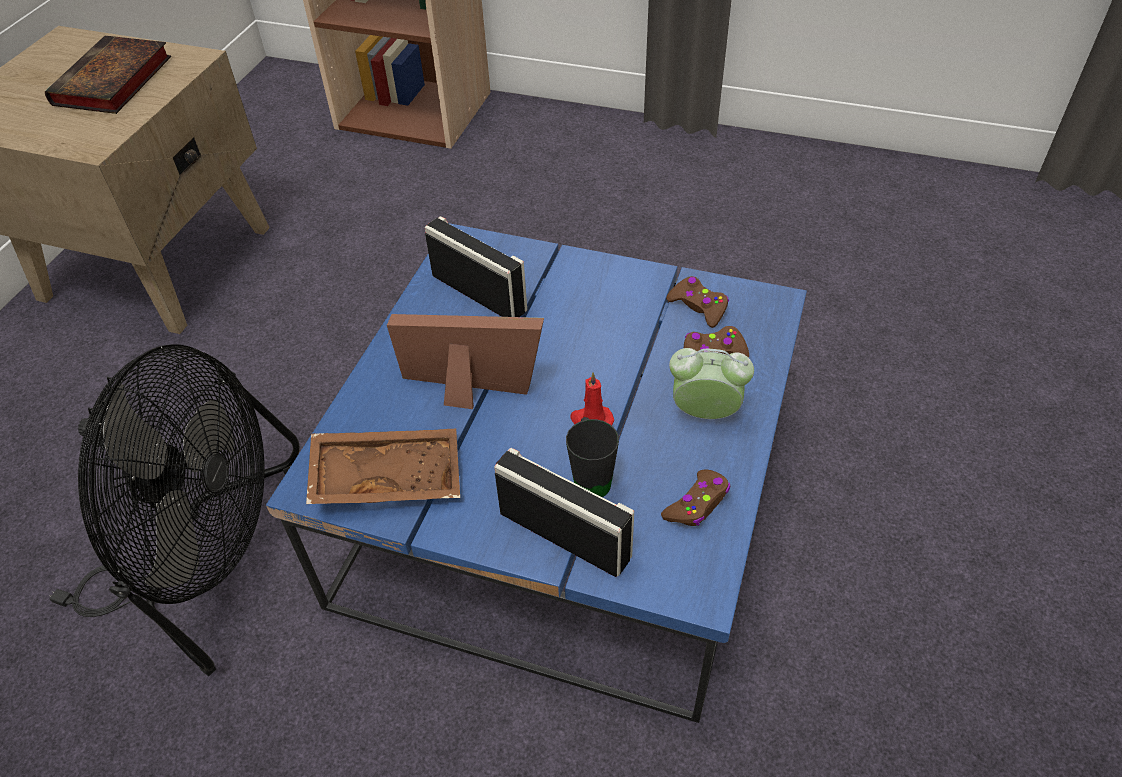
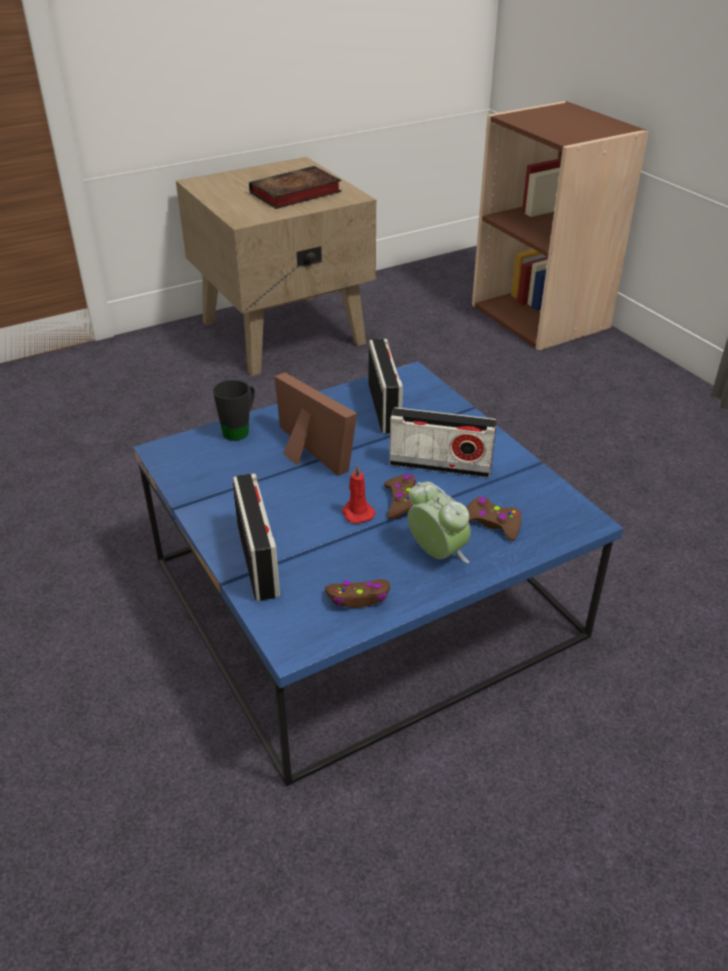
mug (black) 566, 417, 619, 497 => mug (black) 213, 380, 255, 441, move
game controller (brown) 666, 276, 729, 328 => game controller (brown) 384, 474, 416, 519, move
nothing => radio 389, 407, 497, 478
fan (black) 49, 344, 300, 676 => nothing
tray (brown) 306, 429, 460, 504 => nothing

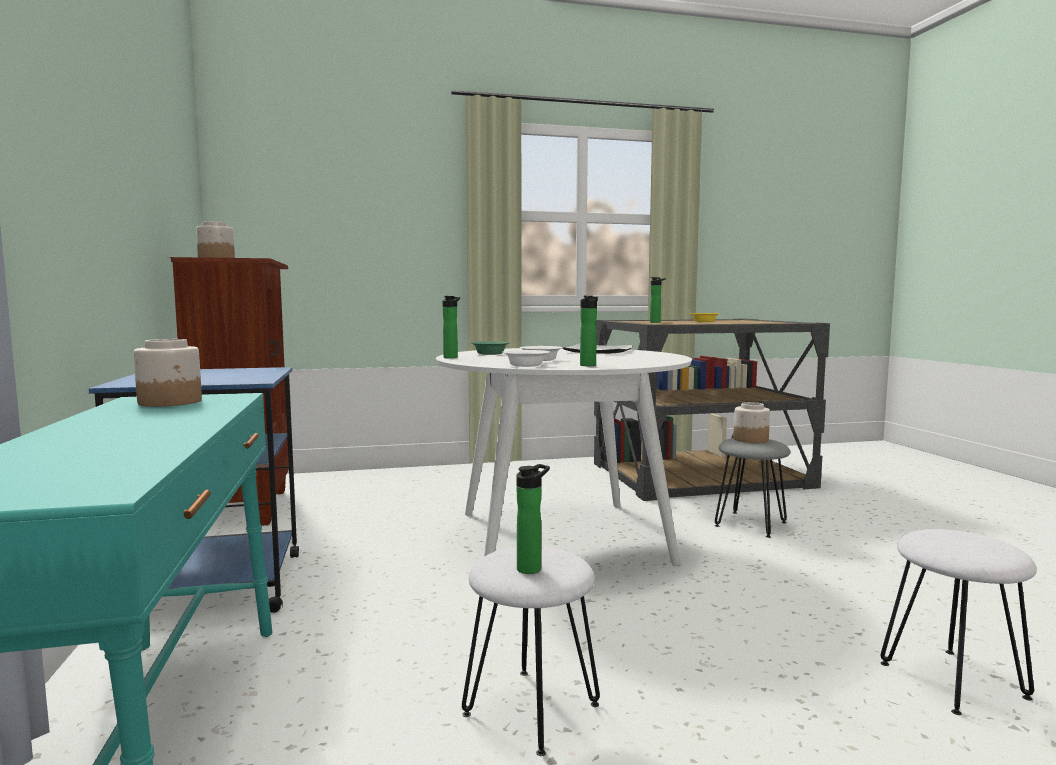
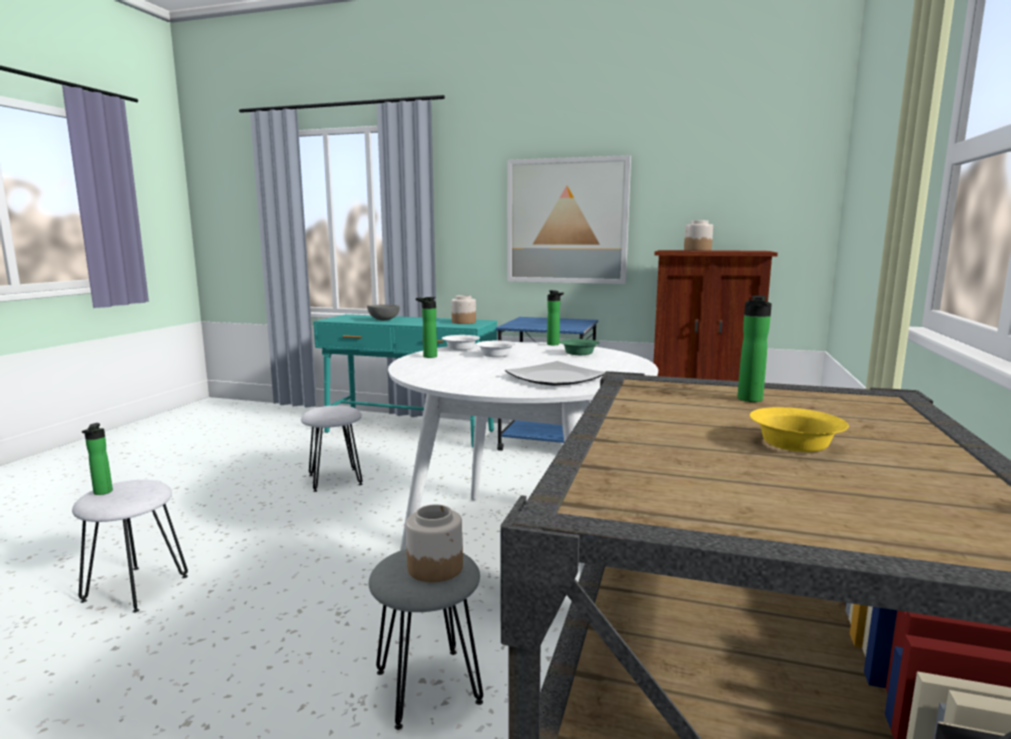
bottle 517, 464, 550, 574 => bottle 82, 423, 113, 495, move
nothing => bowl (grey) 367, 304, 399, 320
nothing => picture 507, 155, 631, 284

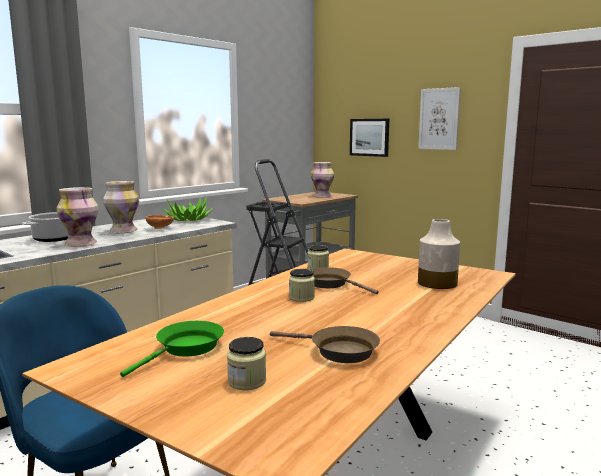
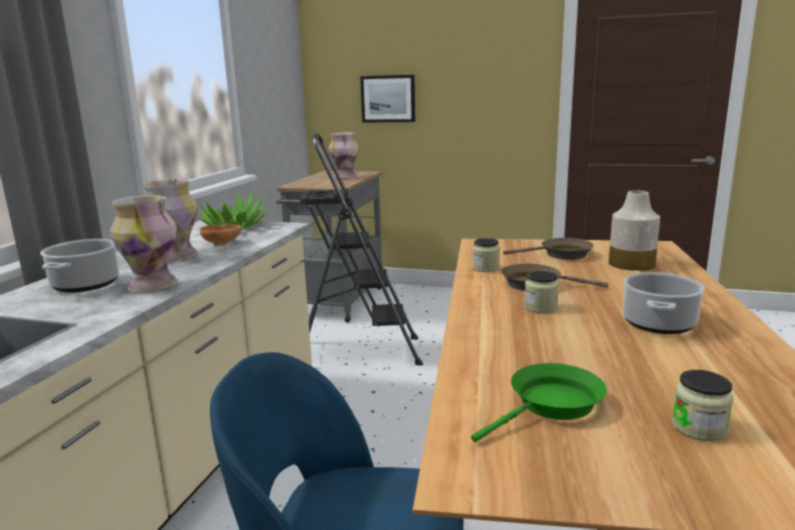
frying pan (green) 120, 321, 224, 377 => frying pan (green) 471, 363, 607, 442, 45 degrees clockwise
frying pan (brown) 270, 326, 380, 363 => frying pan (brown) 503, 238, 594, 260, move
nothing => cooking pot 623, 272, 705, 334
picture 418, 87, 461, 150 => nothing

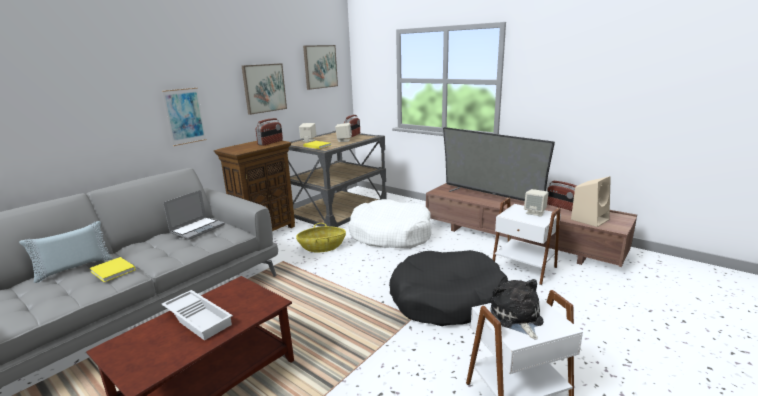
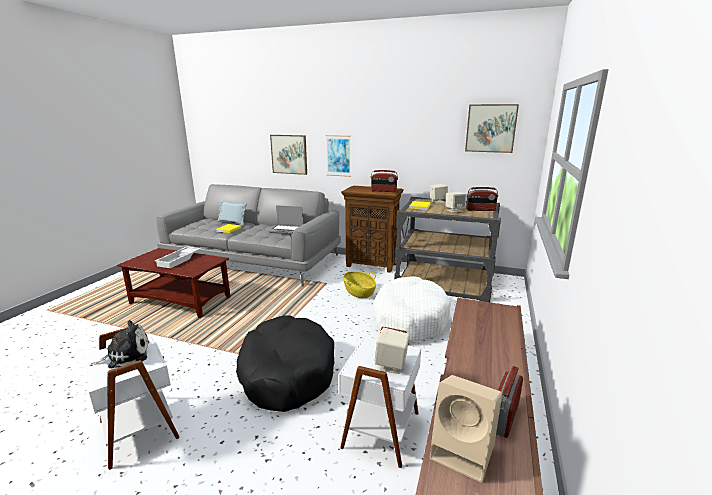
picture 242, 63, 287, 115 => picture 270, 135, 307, 175, move
television 443, 127, 555, 201 => nothing

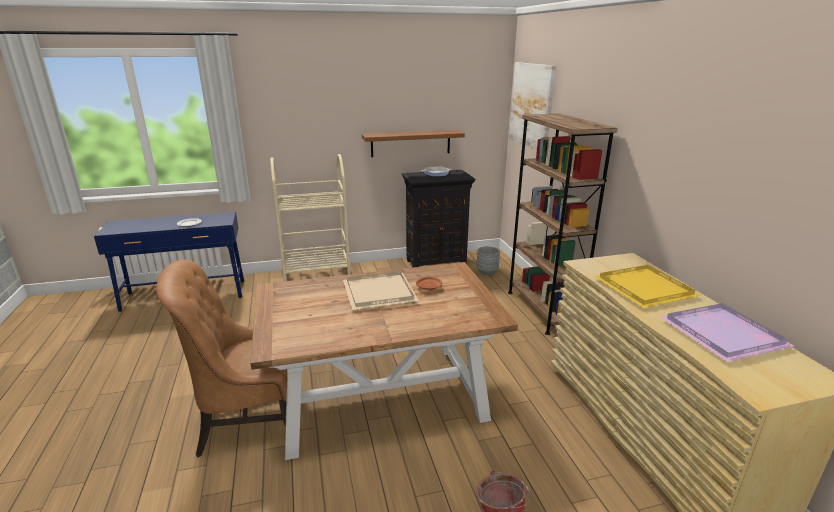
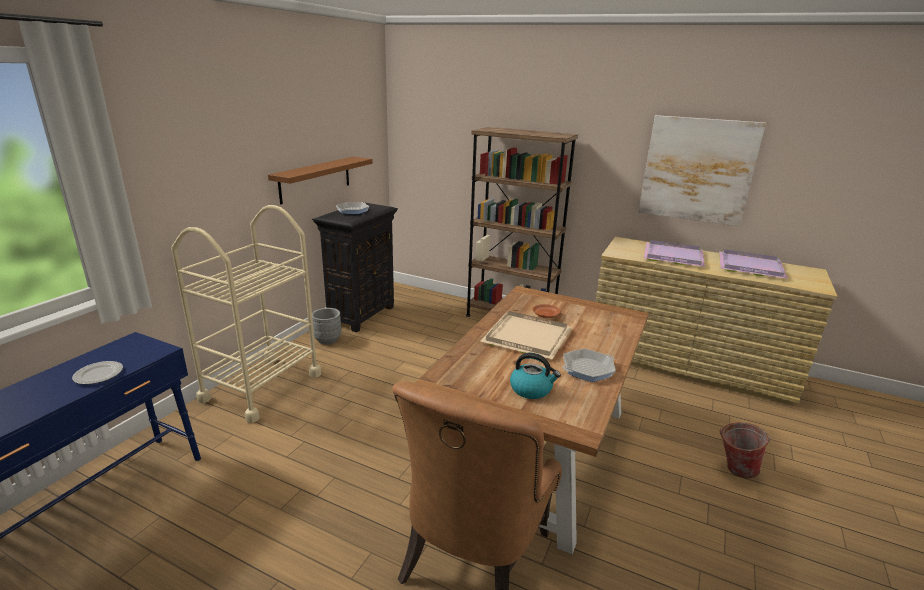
planter (grey) 477, 246, 500, 275 => planter (grey) 312, 308, 342, 344, move
nothing => kettle 510, 353, 561, 399
nothing => frying pan 562, 349, 616, 382
picture 509, 62, 556, 150 => picture 638, 115, 766, 226, move
tray (yellow) 594, 265, 701, 308 => tray (purple) 643, 240, 705, 267

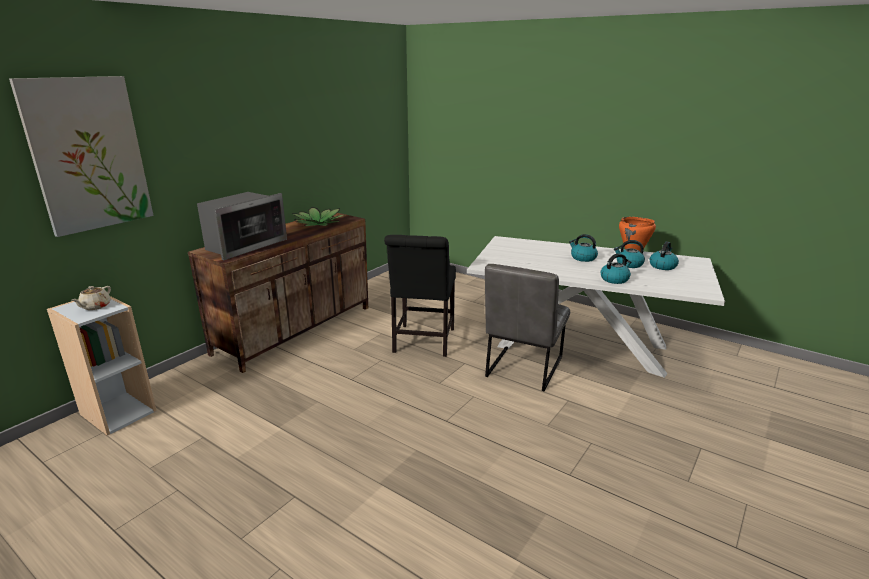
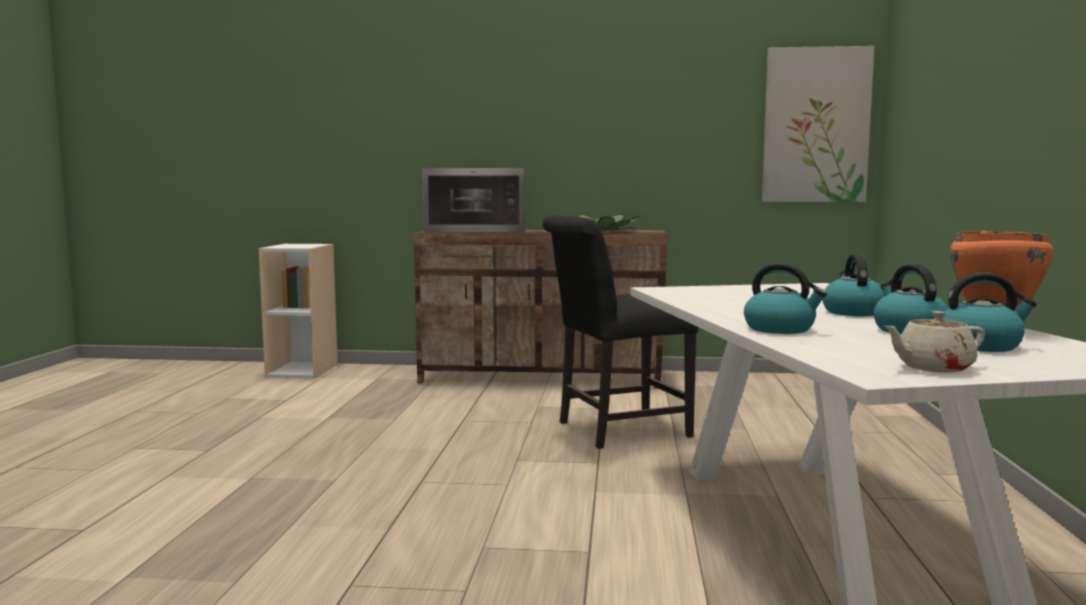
picture 9, 76, 154, 237 => picture 762, 46, 874, 202, move
teapot (beige) 72, 286, 111, 310 => teapot (beige) 884, 311, 985, 373, move
chair (grey) 485, 264, 570, 391 => nothing

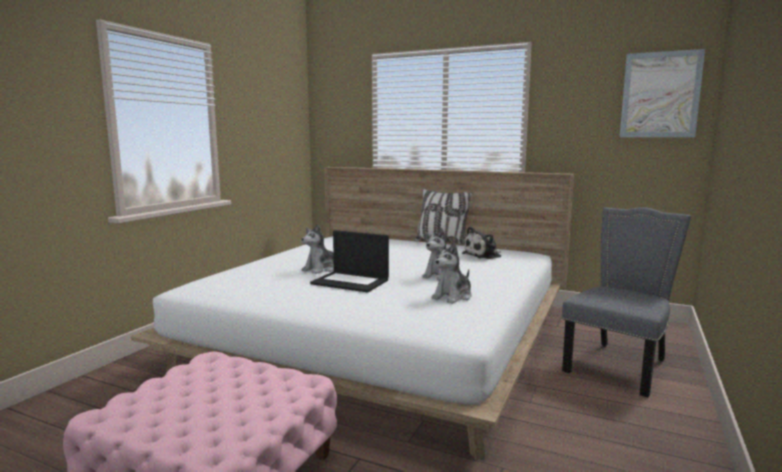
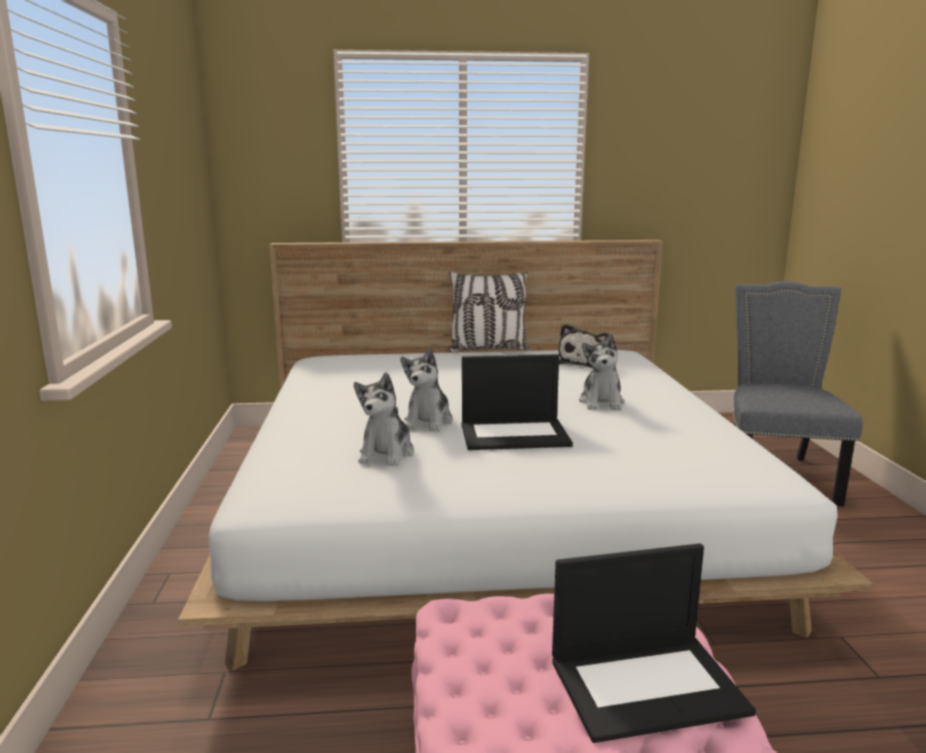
plush toy 431, 242, 472, 304 => plush toy 354, 372, 414, 466, move
nothing => laptop 552, 543, 756, 743
picture 620, 49, 705, 137 => nothing

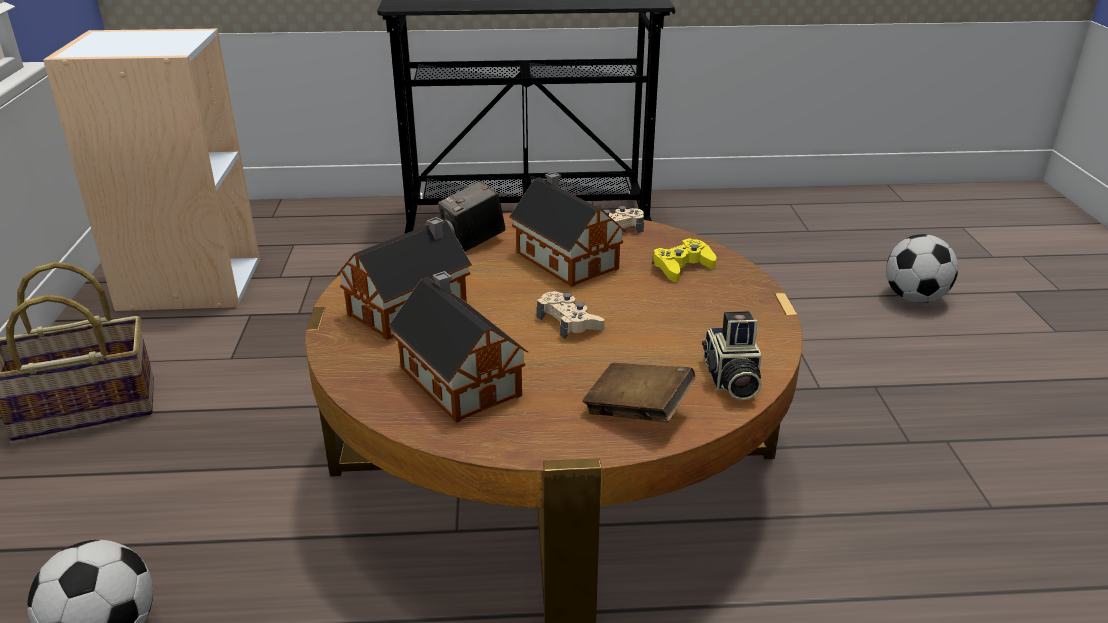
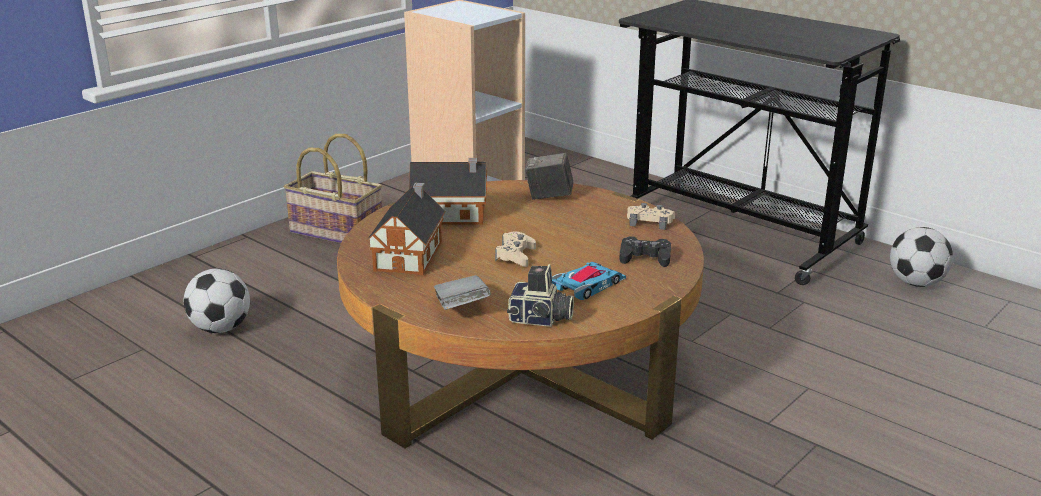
book (brown) 582, 363, 695, 422 => book (grey) 434, 275, 490, 310
photo camera 702, 311, 762, 400 => photo camera 507, 264, 574, 327, 120 degrees counterclockwise
nothing => toy car 552, 262, 626, 300
game controller (yellow) 652, 238, 717, 282 => game controller (black) 619, 236, 671, 267
football 886, 234, 958, 303 => football 890, 227, 953, 287, move
toy house 509, 172, 626, 287 => nothing

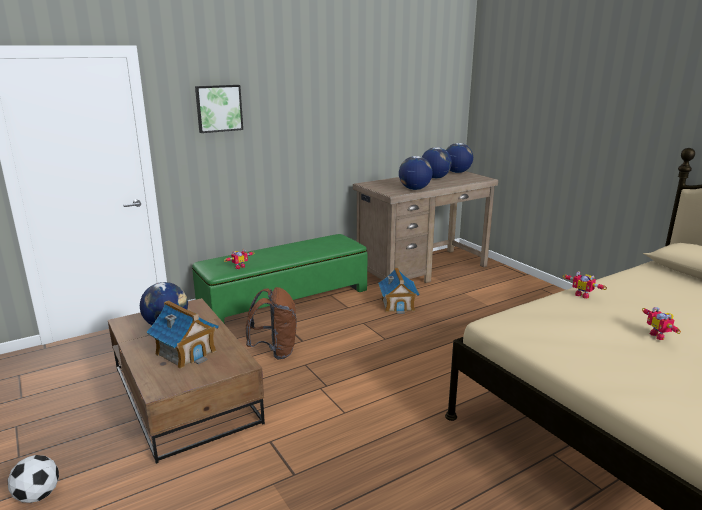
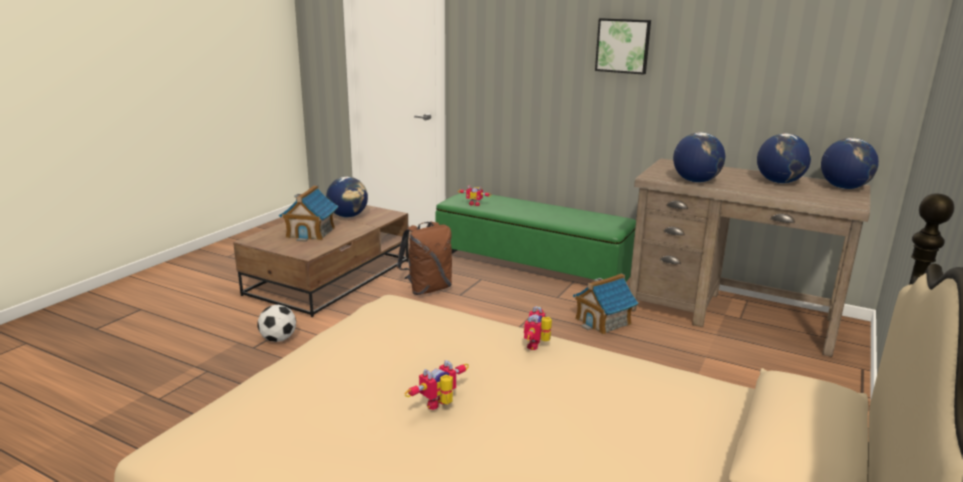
football 8, 455, 59, 503 => football 257, 305, 296, 342, move
picture 195, 85, 243, 133 => picture 595, 18, 651, 75, move

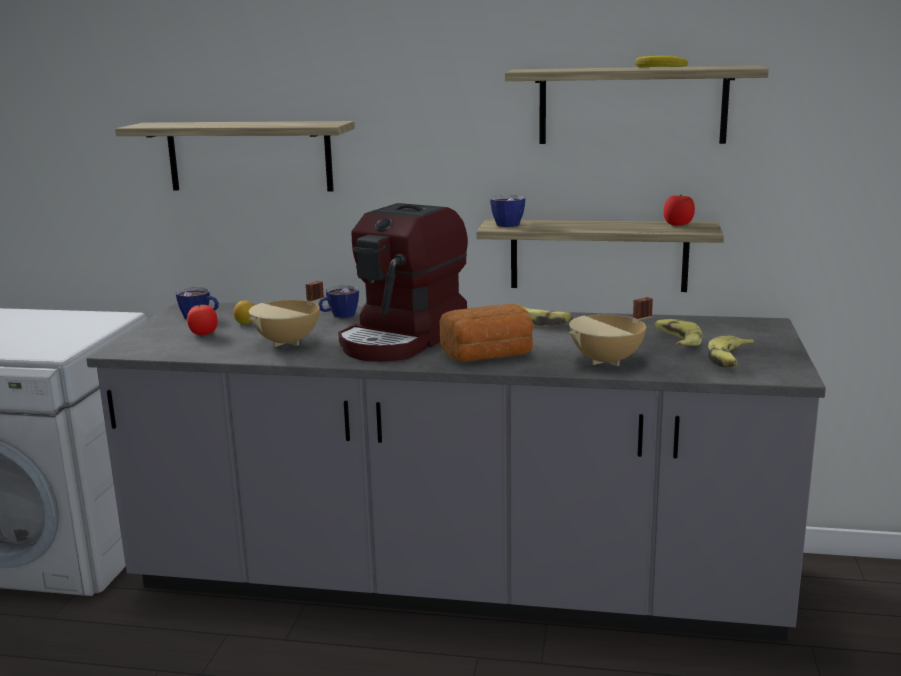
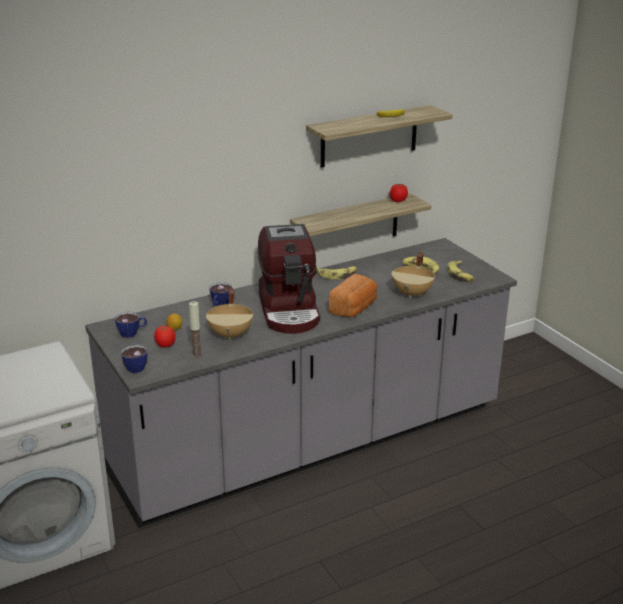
cup 490, 195, 526, 227 => cup 121, 345, 147, 373, move
nothing => candle 189, 301, 202, 358
shelf 115, 121, 355, 191 => nothing

